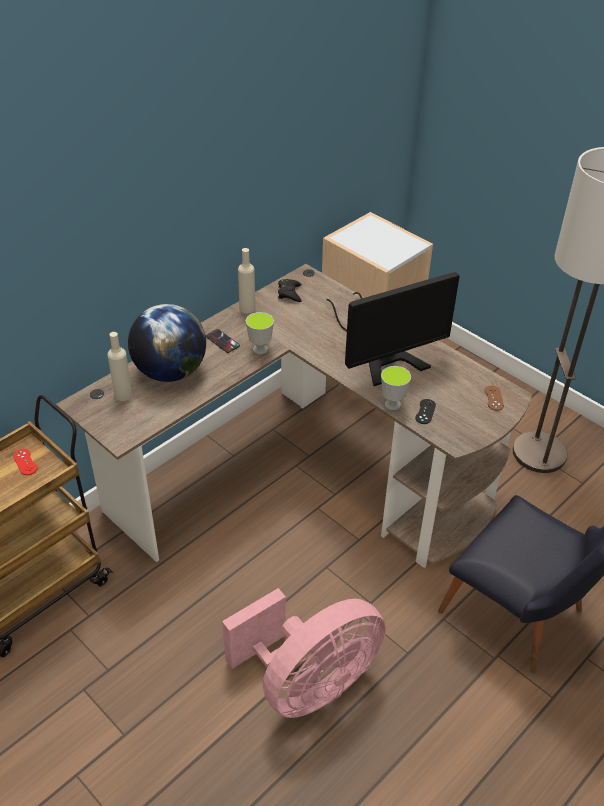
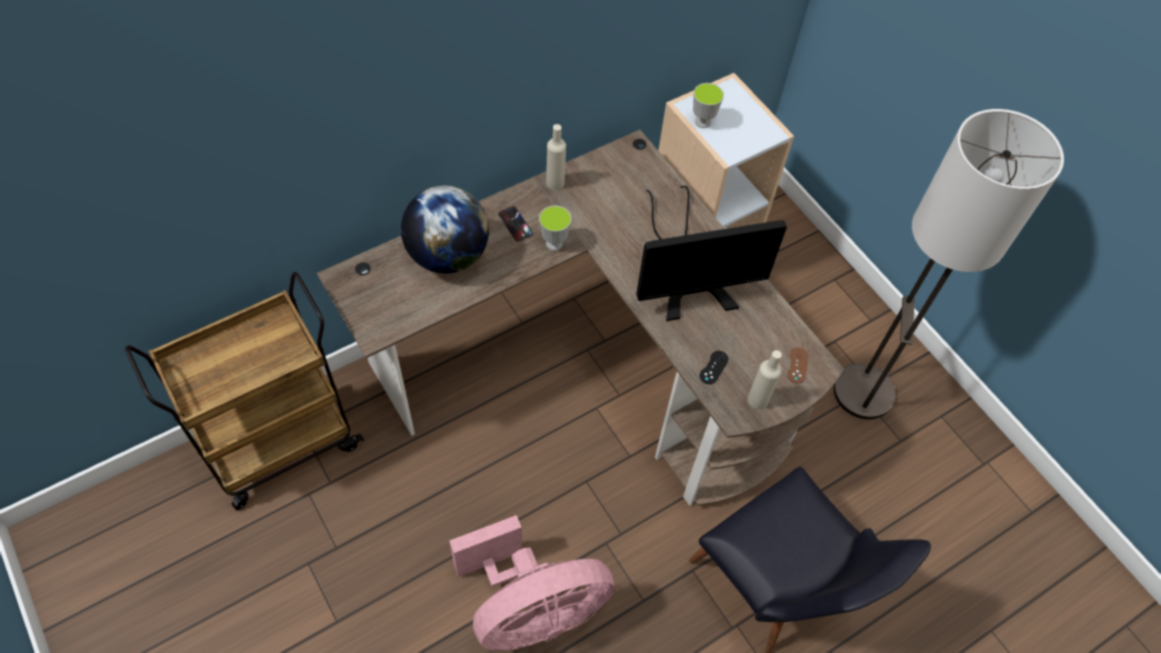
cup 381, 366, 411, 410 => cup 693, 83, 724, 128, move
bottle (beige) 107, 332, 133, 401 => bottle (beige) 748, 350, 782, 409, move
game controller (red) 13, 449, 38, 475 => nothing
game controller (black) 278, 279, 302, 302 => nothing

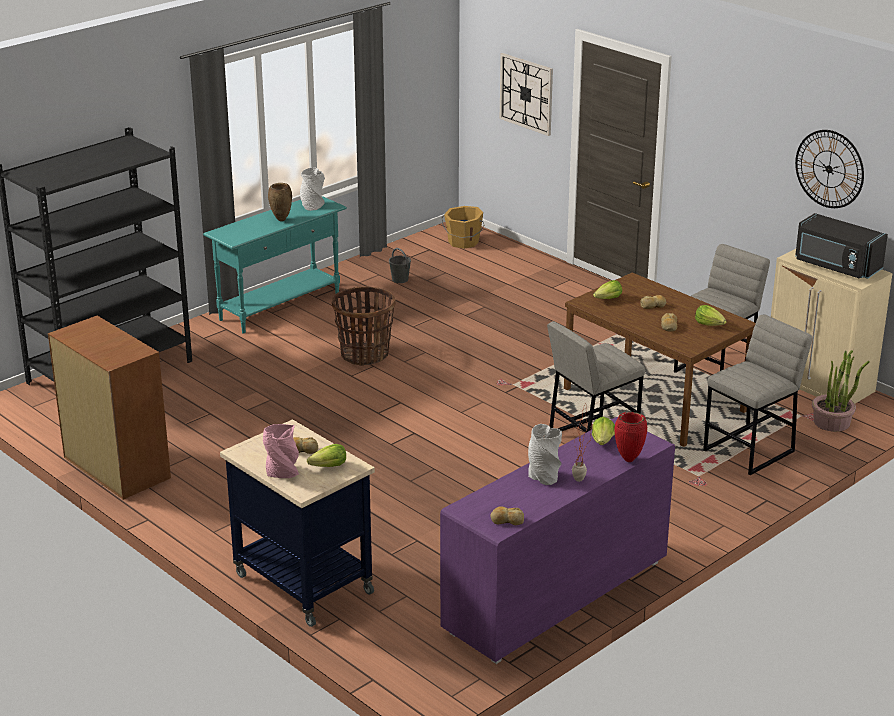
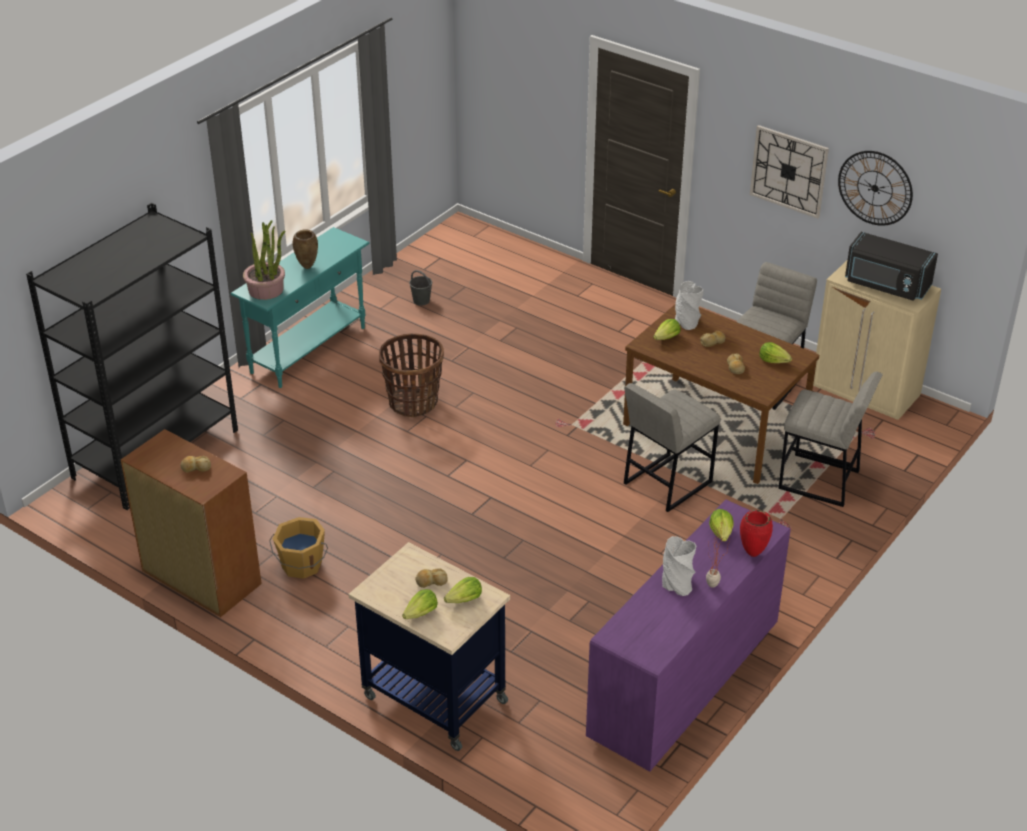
bread 490, 506, 524, 525 => bread 180, 456, 211, 473, move
potted plant 812, 350, 870, 432 => potted plant 243, 220, 285, 300, move
bucket (orange) 441, 206, 484, 249 => bucket (orange) 269, 517, 328, 579, move
vase (pink) 263, 424, 299, 478 => lettuce 402, 589, 438, 619
vase (grey) 300, 168, 325, 211 => vase (grey) 675, 281, 704, 330, move
wall clock 500, 53, 553, 136 => wall clock 750, 125, 829, 219, move
chair (grey) 703, 314, 812, 475 => chair (grey) 778, 371, 883, 507, 75 degrees clockwise

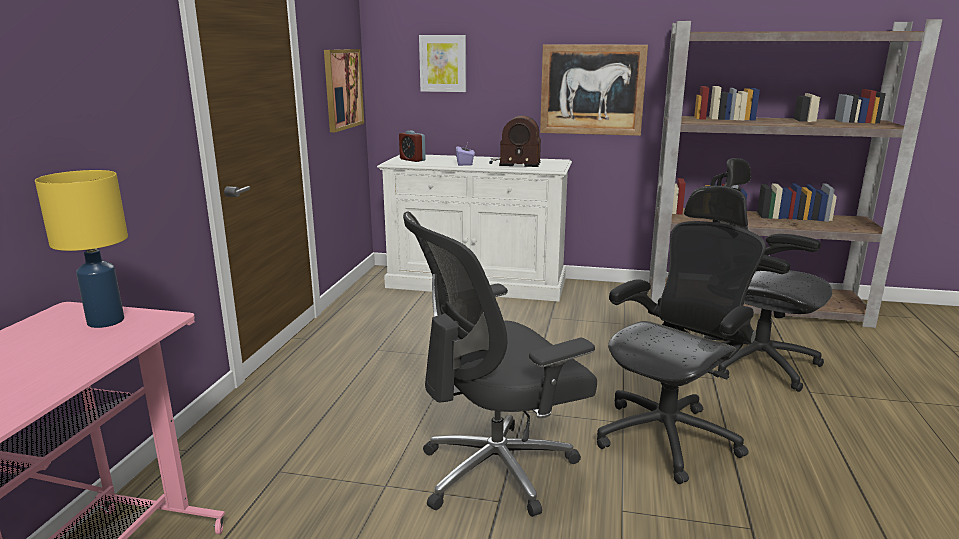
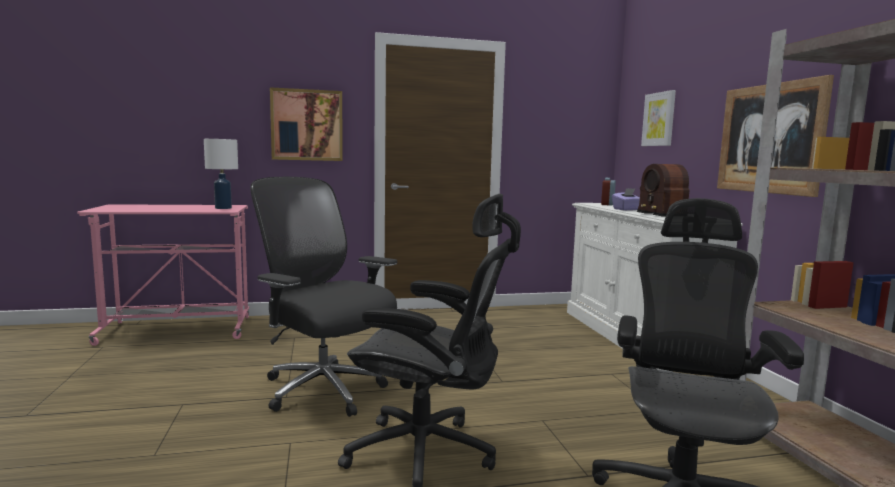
table lamp (yellow) 35, 170, 128, 328 => table lamp (white) 204, 139, 238, 209
picture 324, 49, 364, 132 => picture 270, 87, 343, 161, move

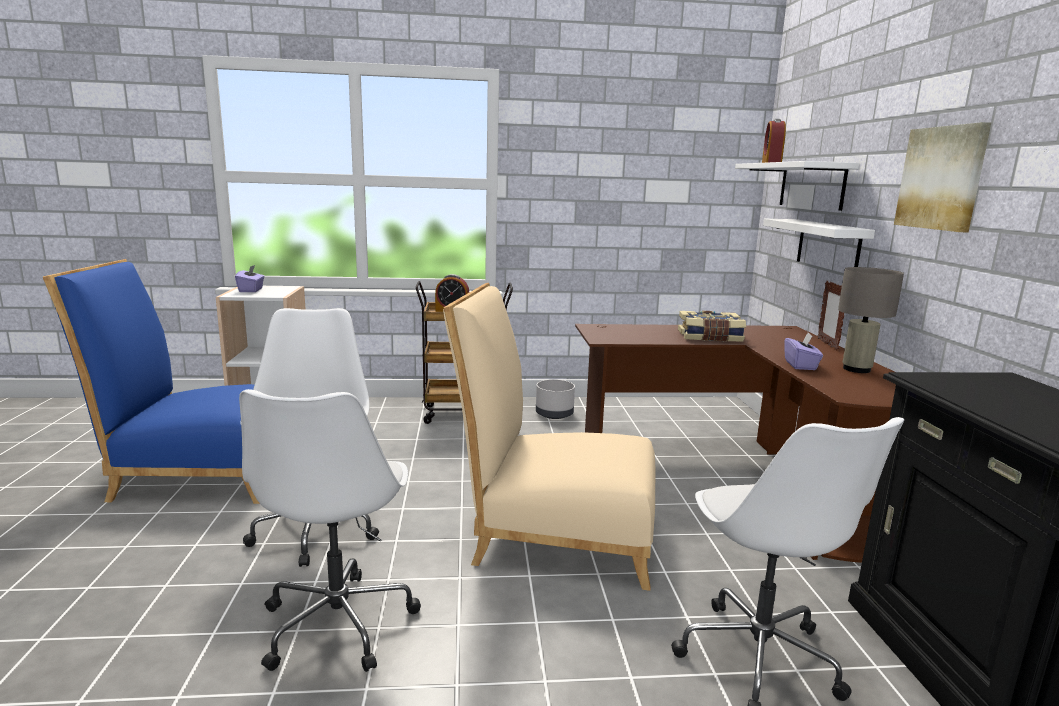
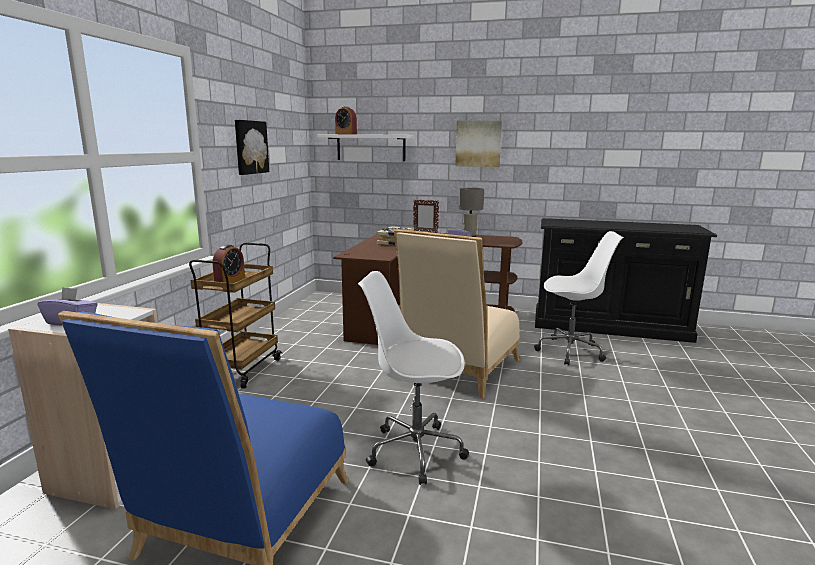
nothing => picture 235, 120, 269, 175
office chair (white) 239, 389, 421, 672 => nothing
planter (grey) 536, 379, 575, 419 => nothing
shelf (white) 763, 219, 875, 267 => nothing

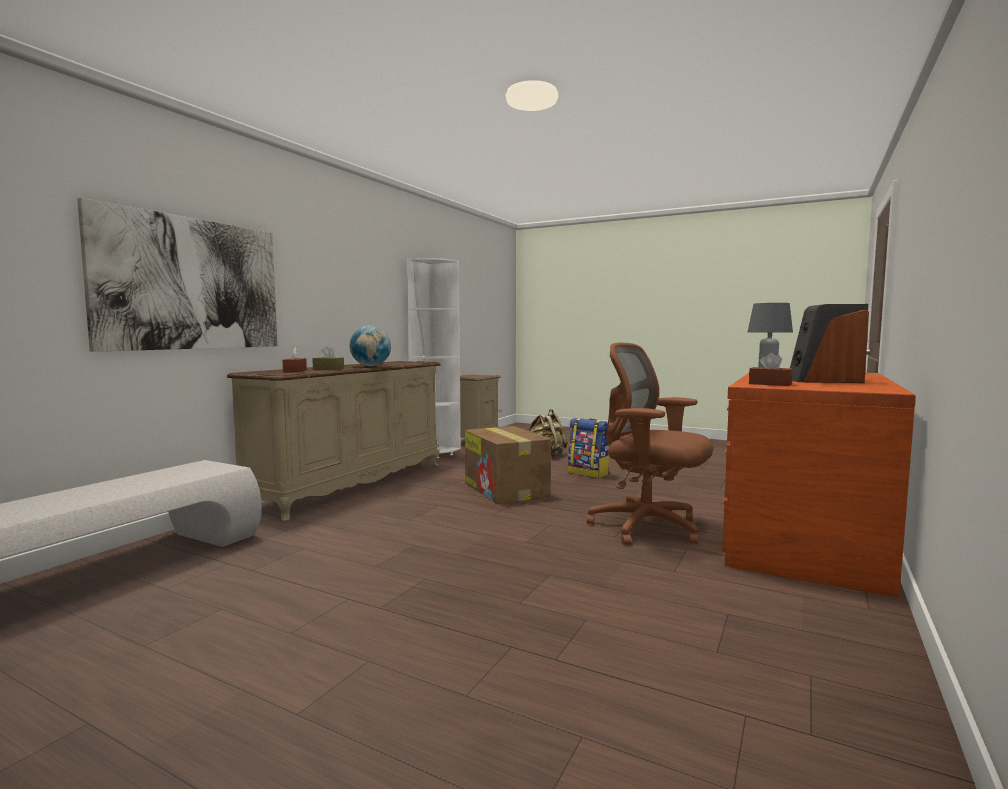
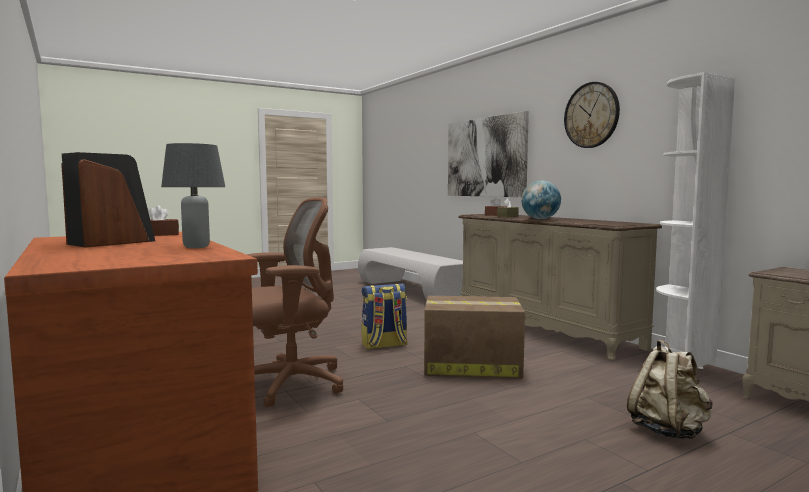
backpack 568, 418, 609, 478 => backpack 361, 284, 408, 349, move
nothing => wall clock 564, 82, 620, 148

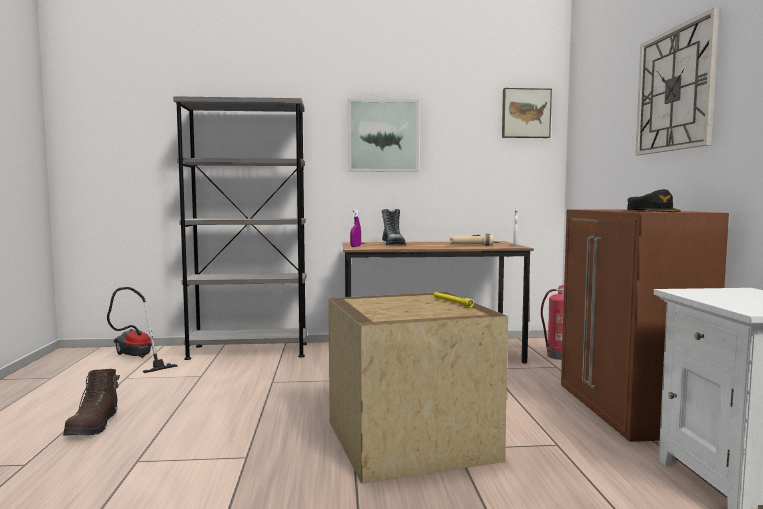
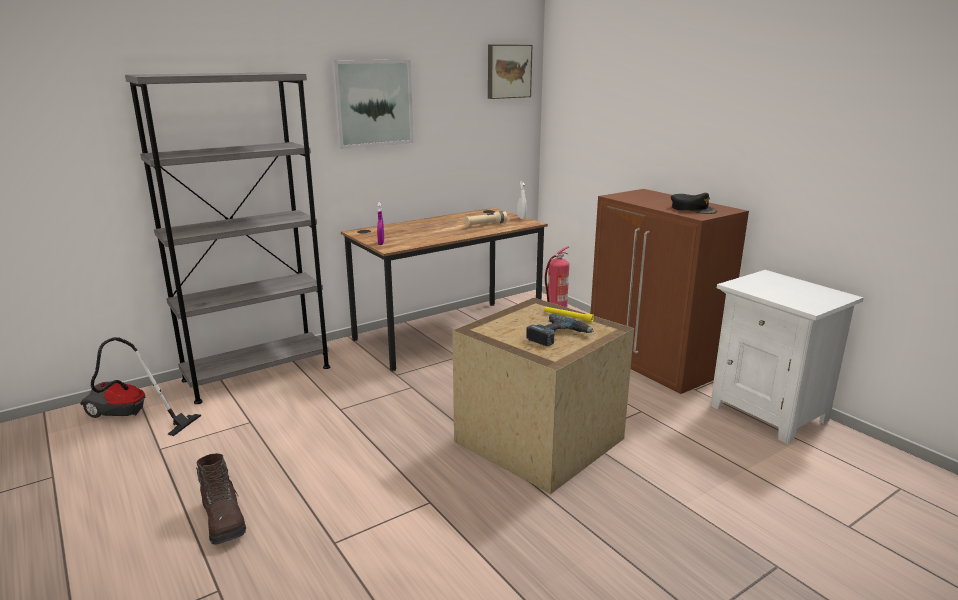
nothing => power drill 526, 314, 594, 346
boot 382, 209, 406, 245 => nothing
wall clock 635, 8, 720, 155 => nothing

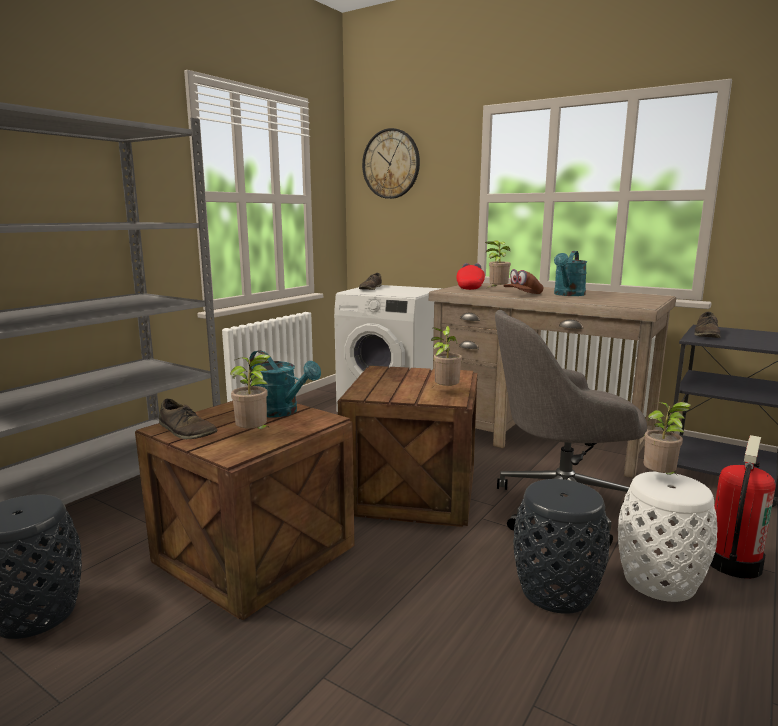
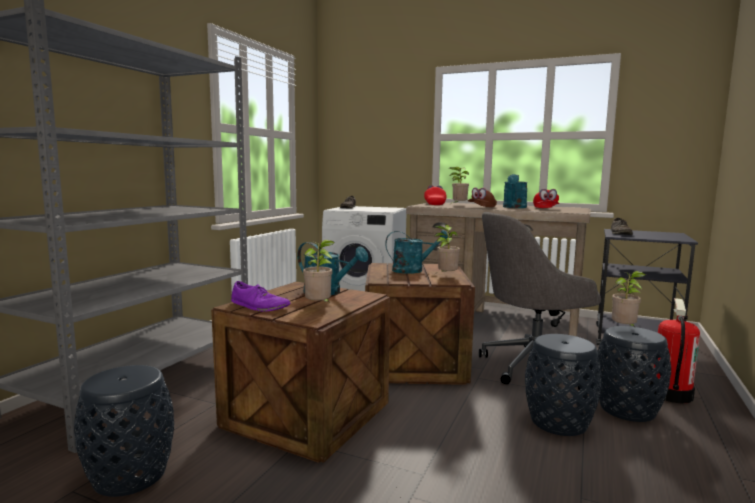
shoe (brown) 159, 399, 218, 439 => shoe (purple) 231, 281, 290, 312
nothing => watering can (turquoise) 385, 230, 450, 274
nothing => cap (red) 533, 189, 559, 208
stool (white) 618, 472, 717, 602 => stool (black) 596, 326, 671, 422
wall clock 362, 128, 420, 199 => nothing

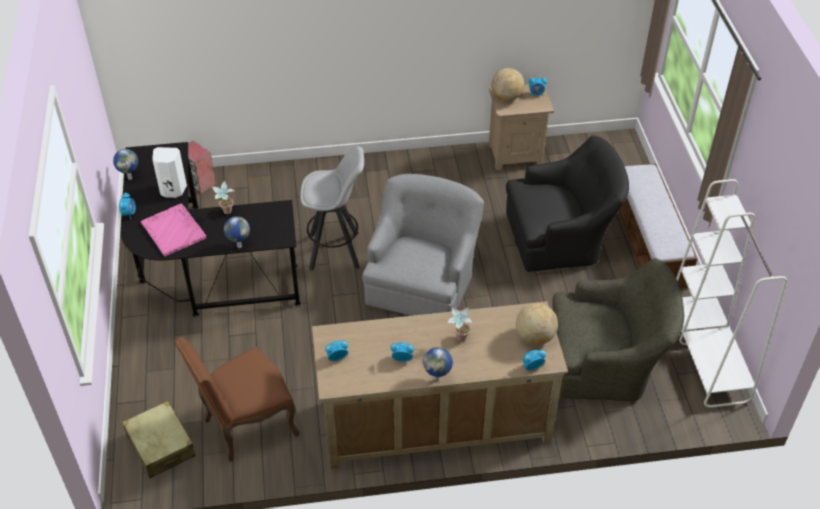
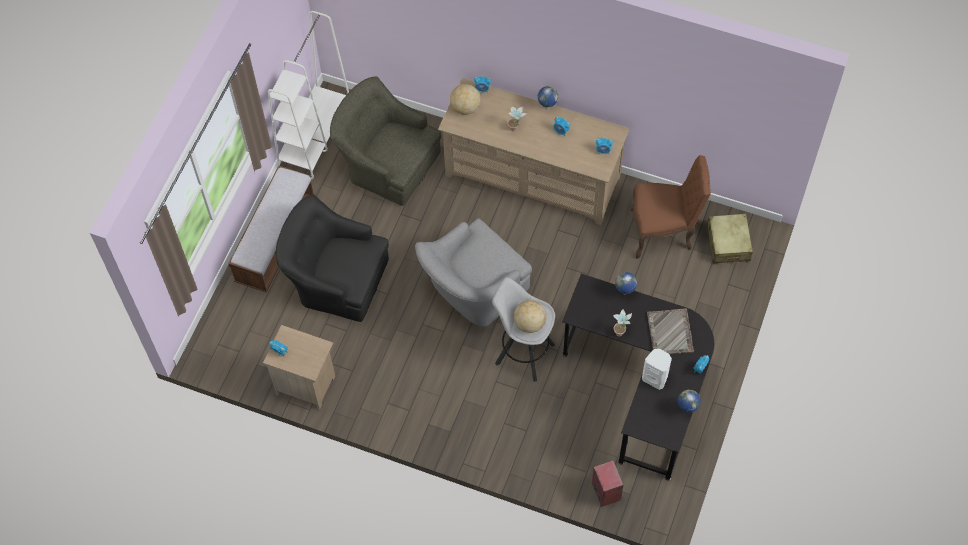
globe 491, 68, 524, 101 => globe 514, 300, 546, 333, move
tray (pink) 141, 204, 206, 256 => tray (grey) 647, 308, 694, 354

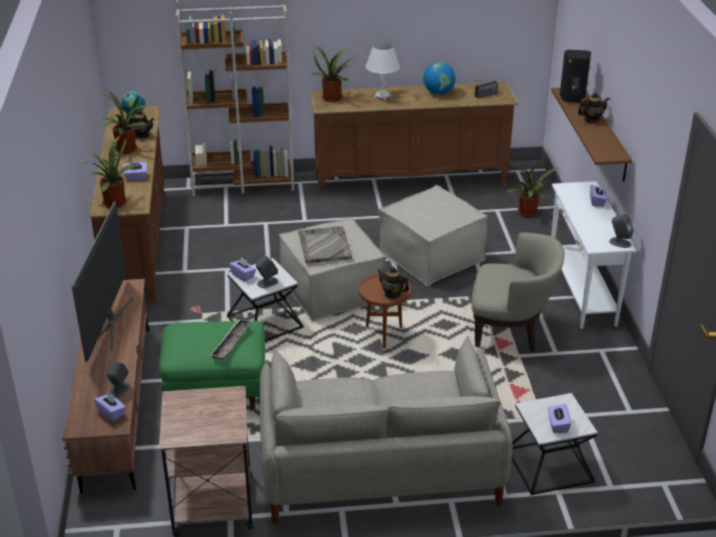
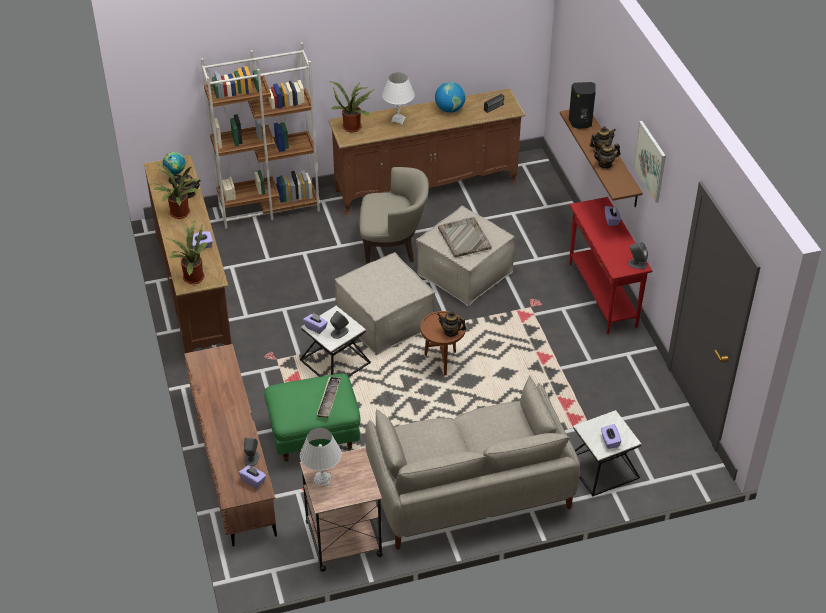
nothing => table lamp (white) 300, 428, 342, 487
armchair (beige) 472, 232, 564, 352 => armchair (beige) 359, 167, 429, 263, move
tray (grey) 298, 226, 352, 263 => tray (grey) 438, 217, 492, 257, move
console table (white) 551, 181, 637, 329 => console table (red) 569, 197, 652, 335
nothing => teapot 593, 142, 621, 169
nothing => picture 633, 121, 666, 203
television 72, 201, 134, 362 => nothing
potted plant 505, 161, 558, 217 => nothing

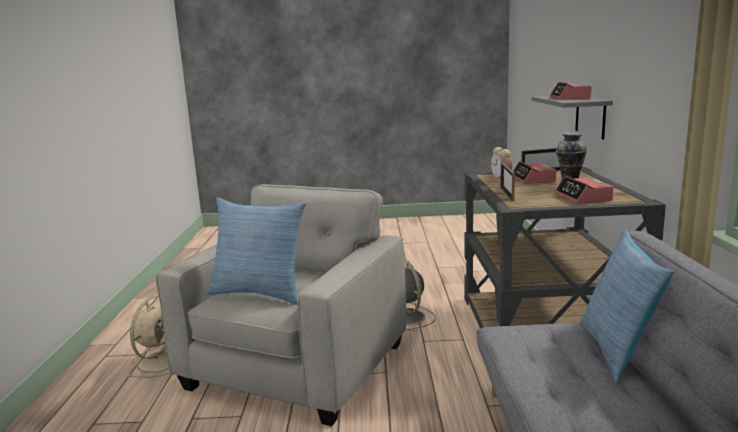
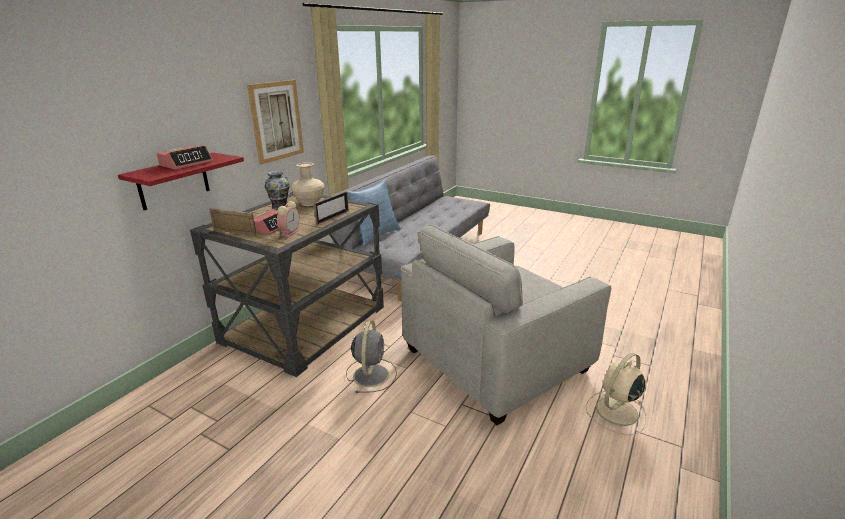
shelf (grey) 532, 96, 613, 140 => shelf (red) 118, 153, 244, 210
nothing => picture 247, 80, 304, 165
alarm clock 555, 176, 614, 204 => vase (beige) 291, 162, 325, 206
pillow 207, 197, 306, 305 => nothing

